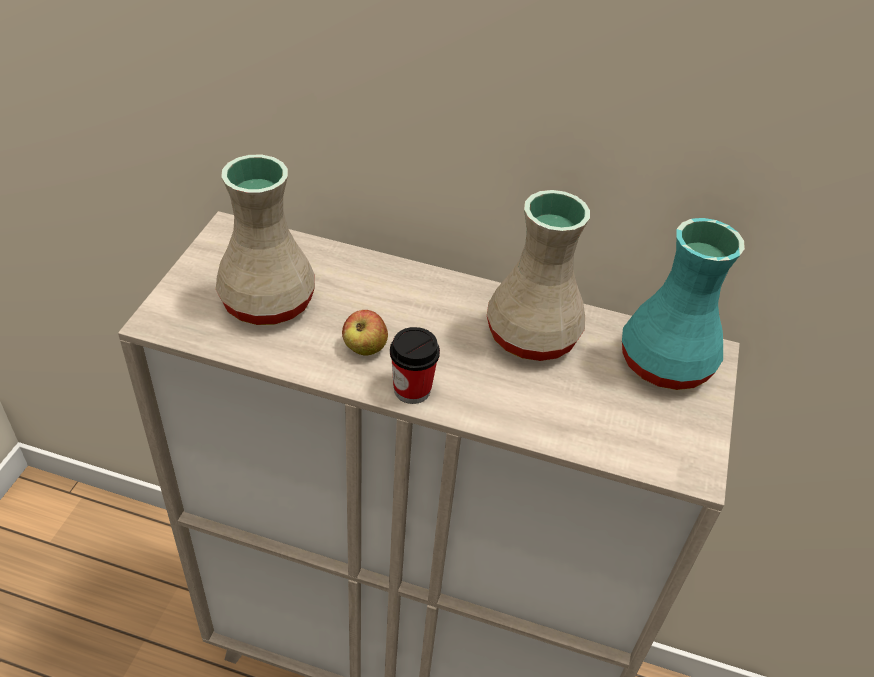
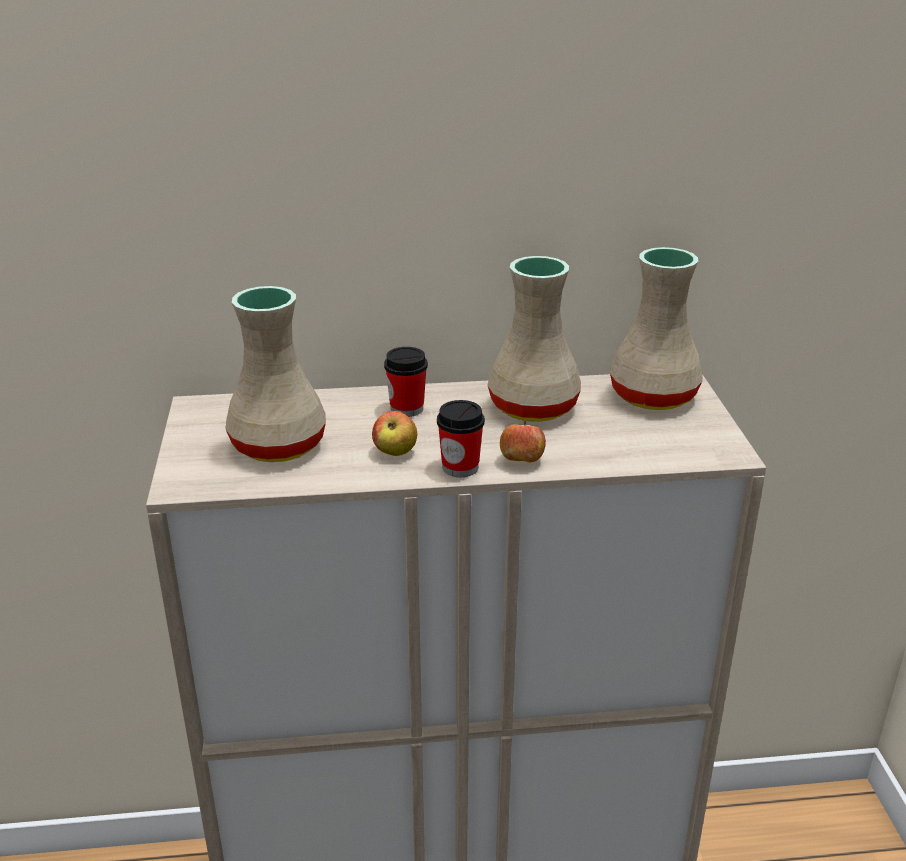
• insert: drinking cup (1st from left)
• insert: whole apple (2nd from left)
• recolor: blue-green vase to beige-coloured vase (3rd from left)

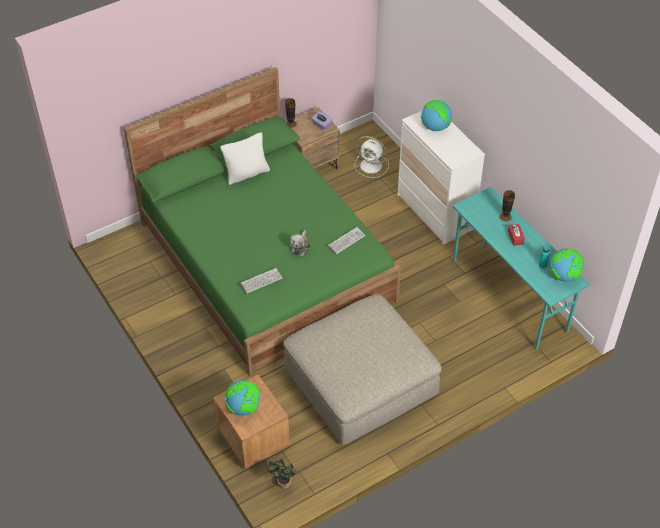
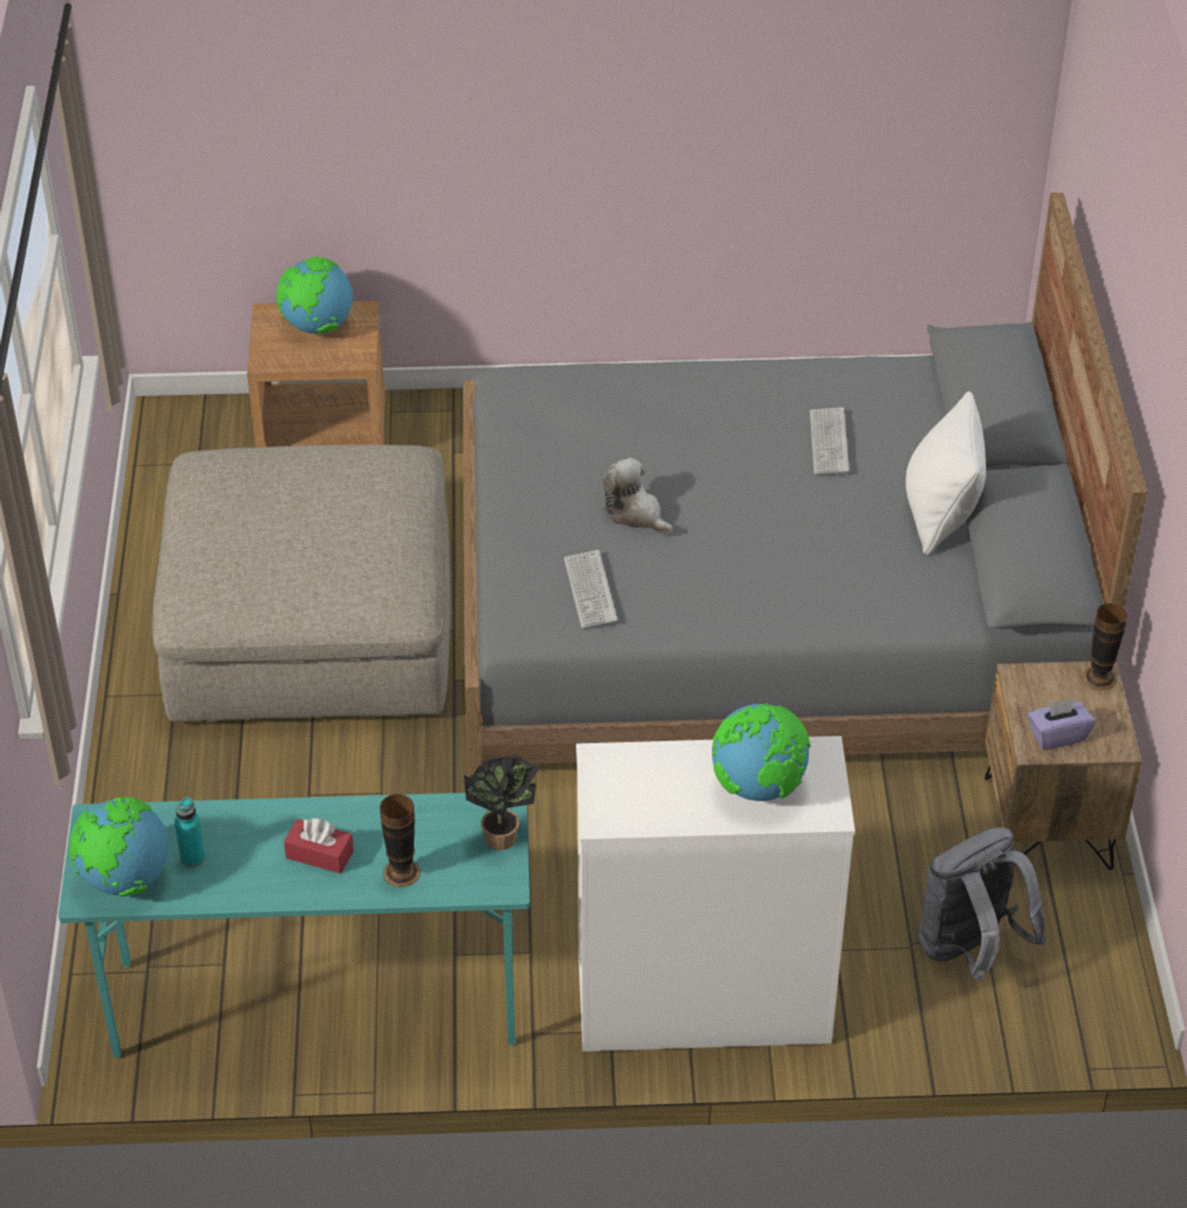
• move: keyboard (1st from left in the first image) to keyboard (2nd from left)
• move: potted plant
• replace: white cooling fan to greyish knapsack
• recolor: greenish sleeping bed to greyish sleeping bed

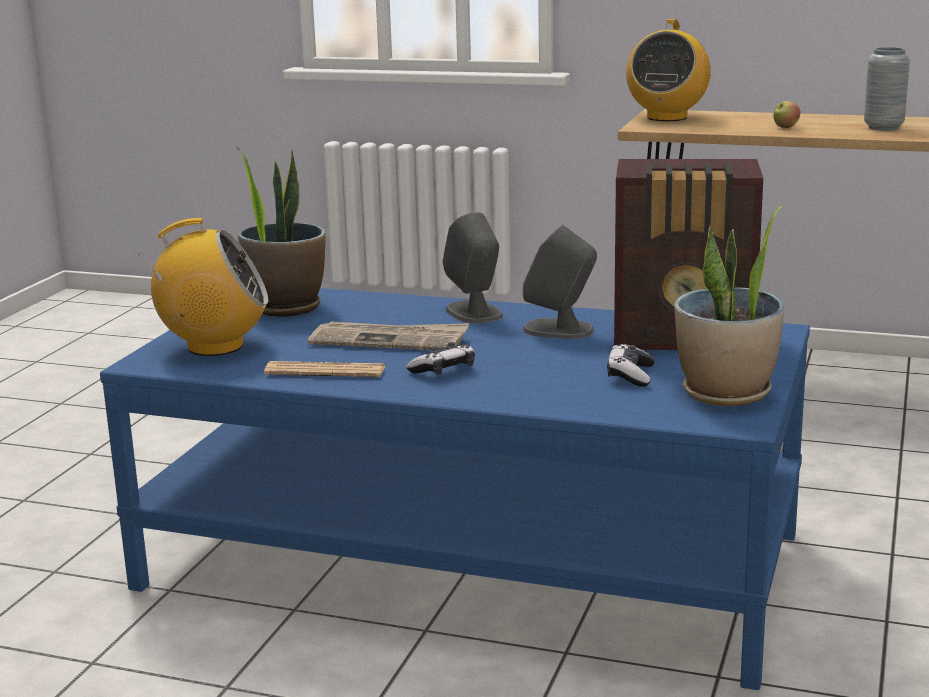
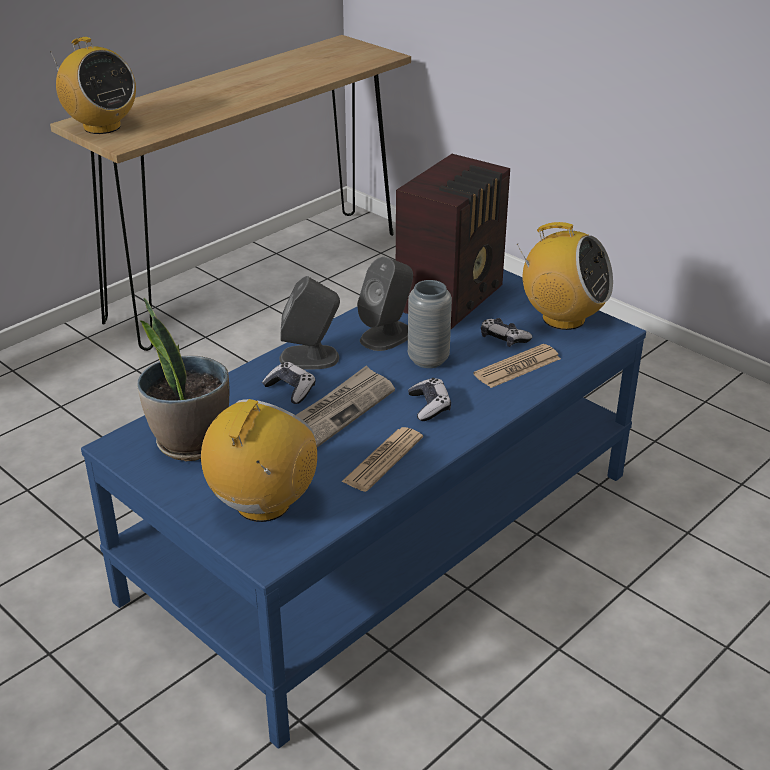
• delete: whole apple
• insert: joypad (1st from left)
• insert: printed paper (3rd from left)
• move: greyish vase
• replace: potted plant (2nd from left) to radio (4th from left)

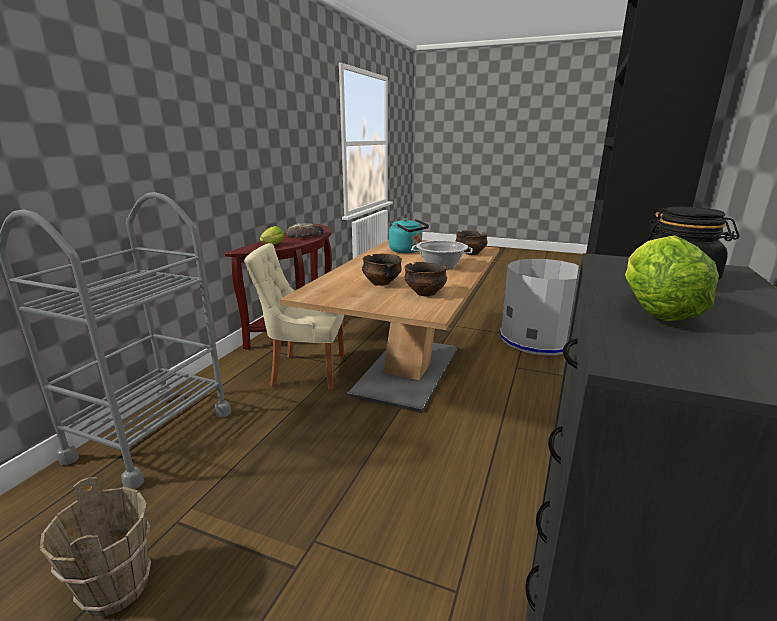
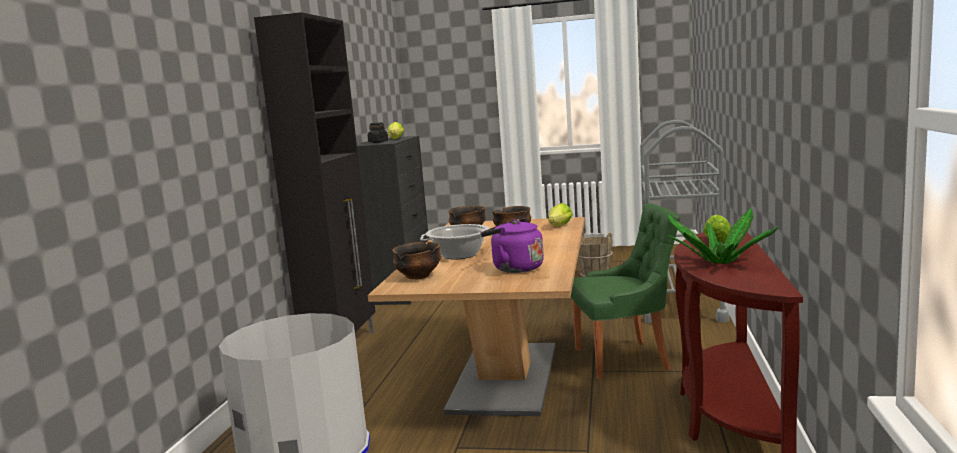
• insert: lettuce (2nd from left)
• replace: bakery bread to potted plant
• recolor: beige-coloured chair to greenish chair
• recolor: blue-green kettle to purple-coloured kettle

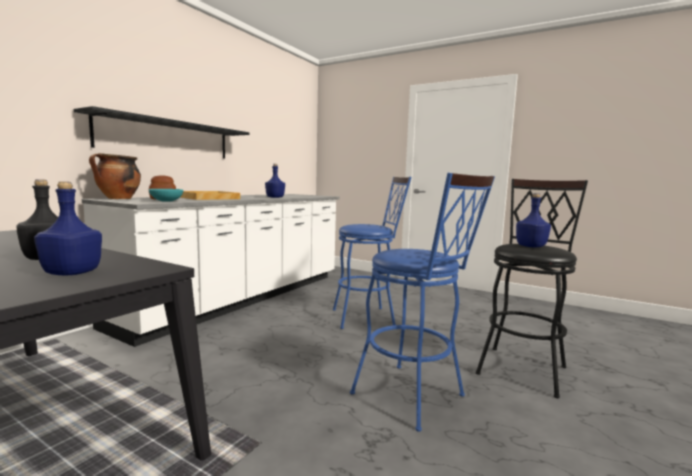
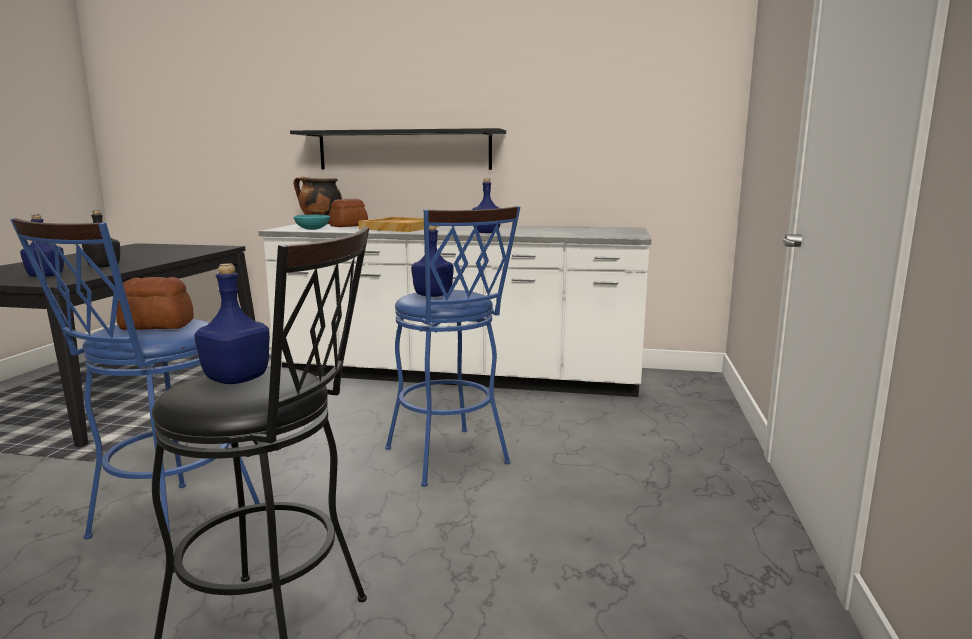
• insert: bakery bread (1st from left)
• insert: blue drink bottle (3rd from left)

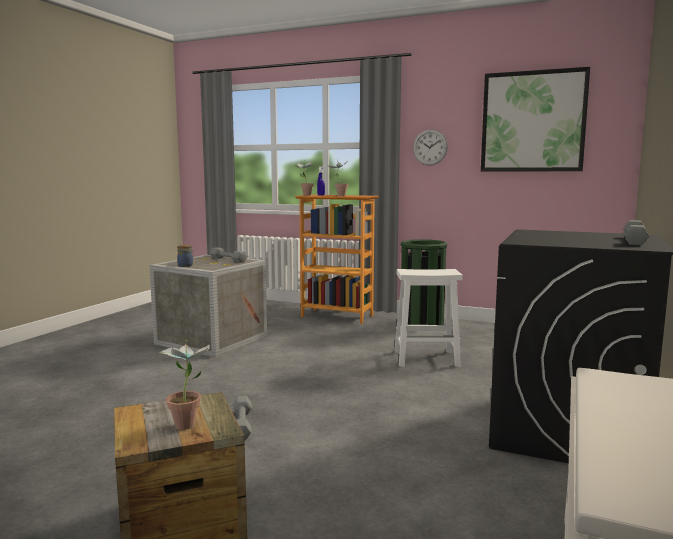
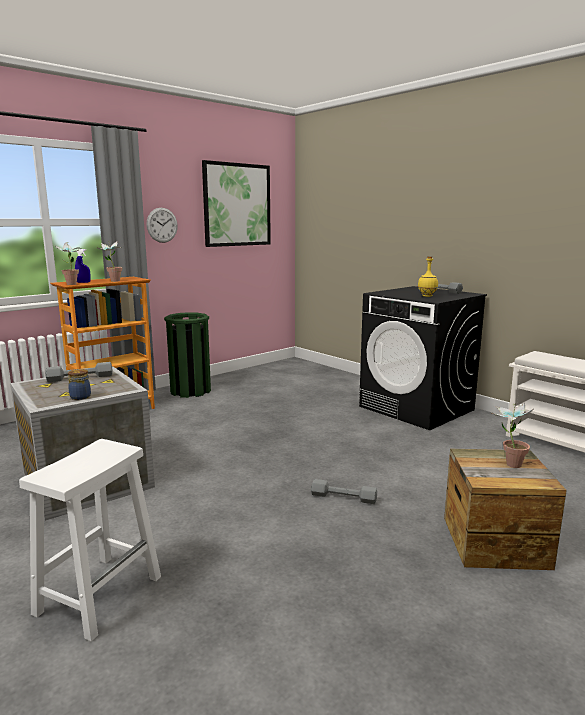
• insert: yellow drink bottle
• move: white sitting stool

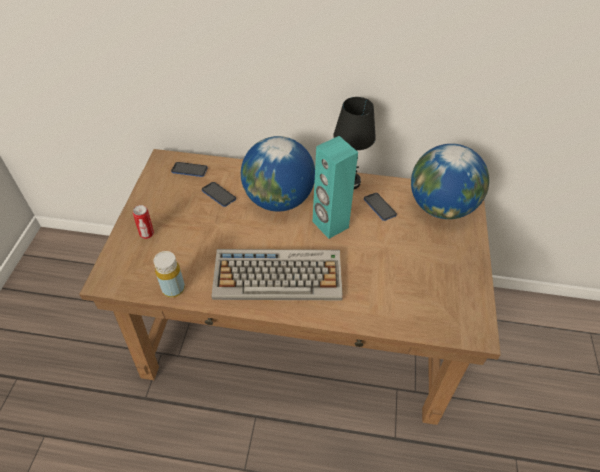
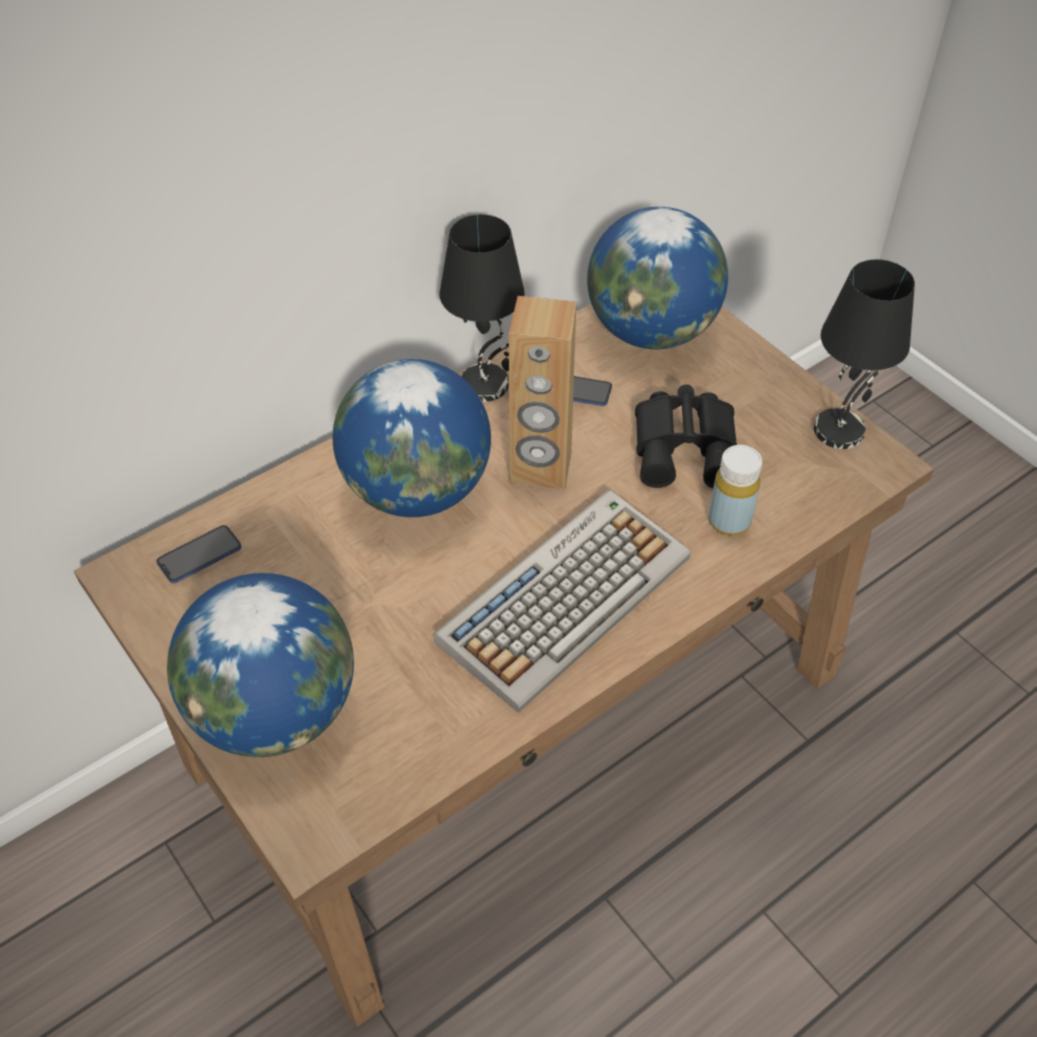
• delete: phone (2nd from left)
• insert: black-coloured binoculars
• insert: black-coloured table lamp (2nd from left)
• move: yellow drink bottle
• replace: metal can to desk globe (1st from left)
• recolor: blue-green speaker to brown speaker

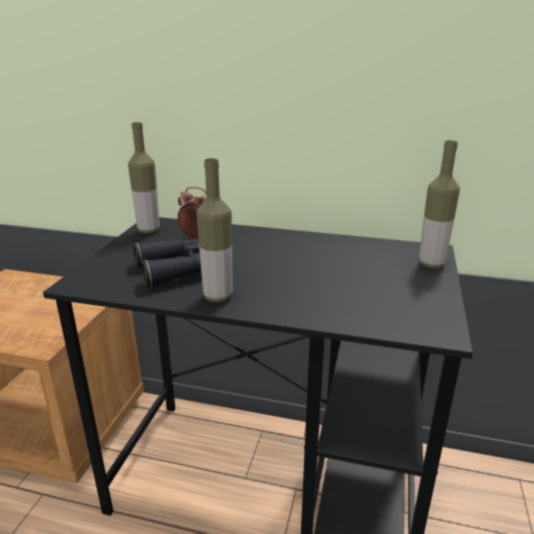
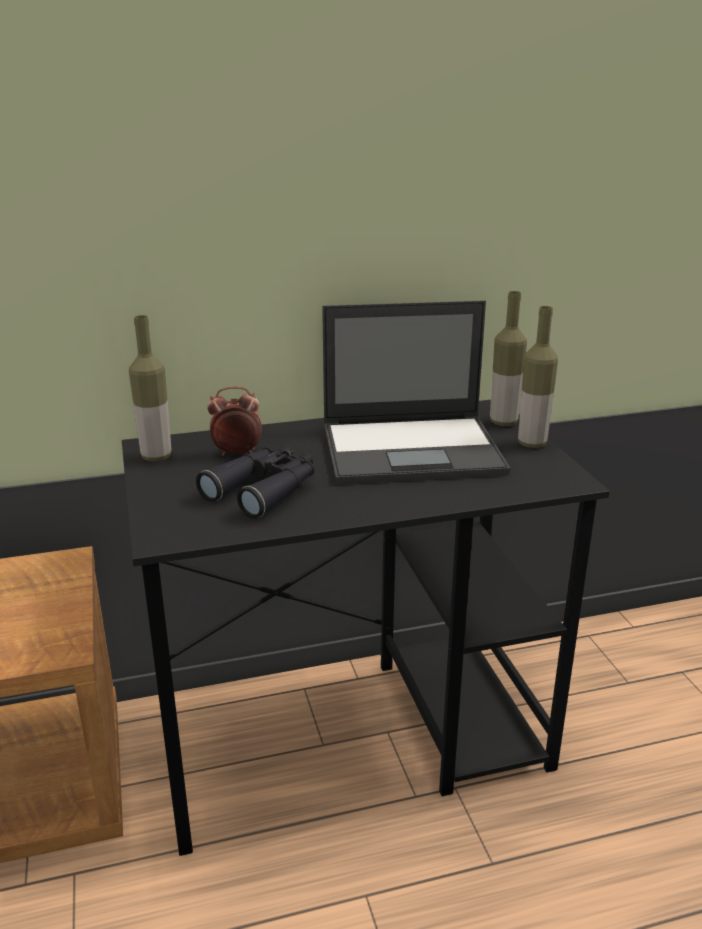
• insert: portable computer
• move: drink bottle (2nd from left in the first image) to drink bottle (3rd from left)

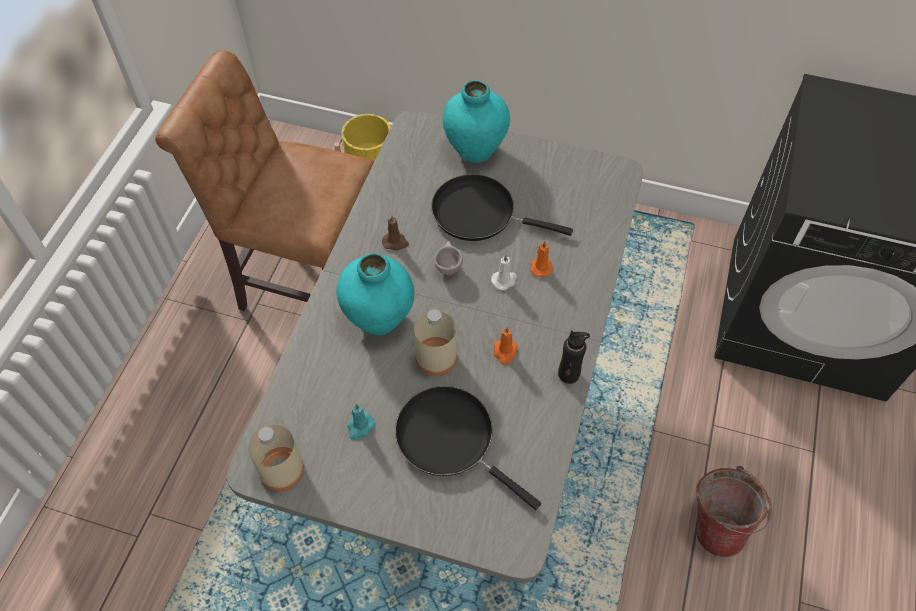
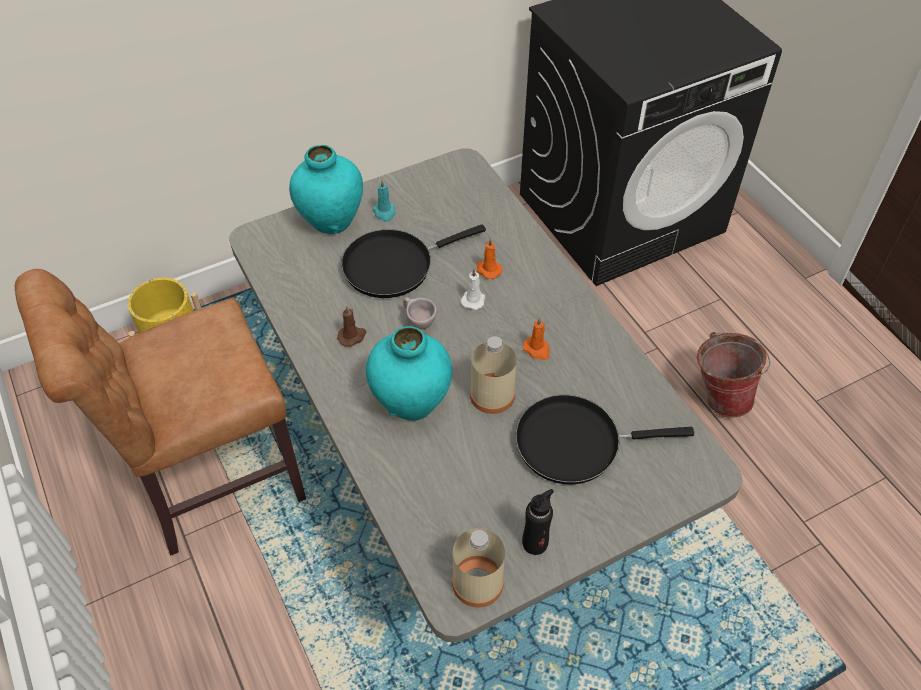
• move: blue-green wax light
• move: black-coloured drink bottle

